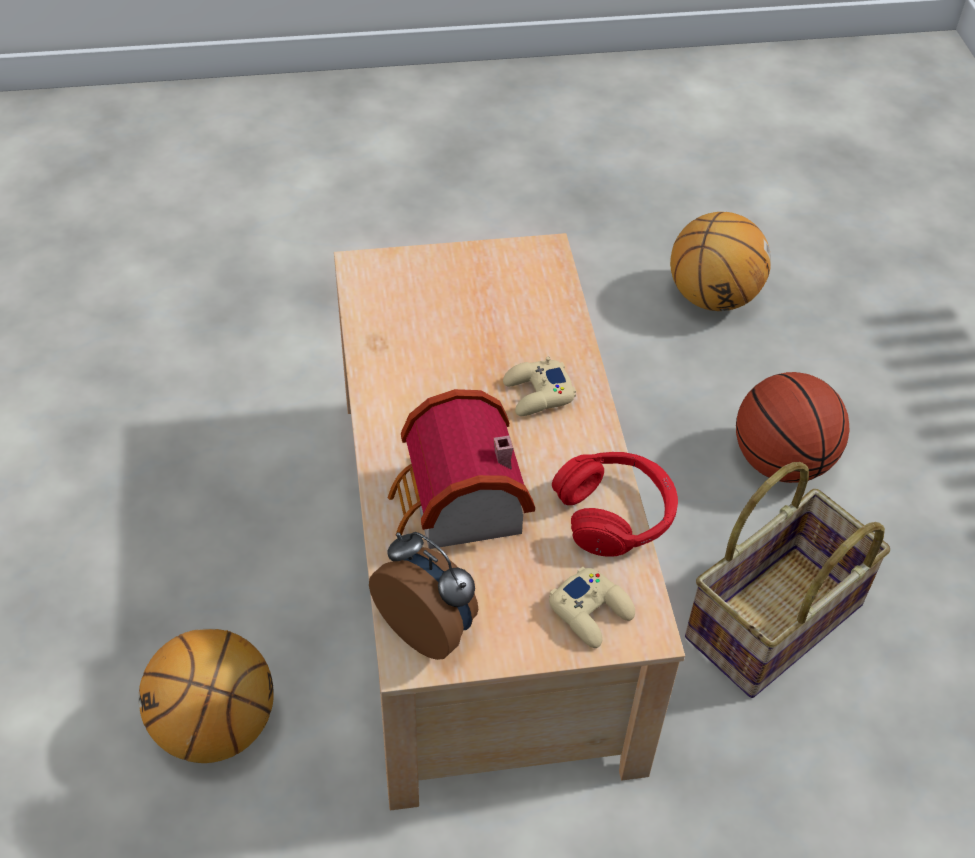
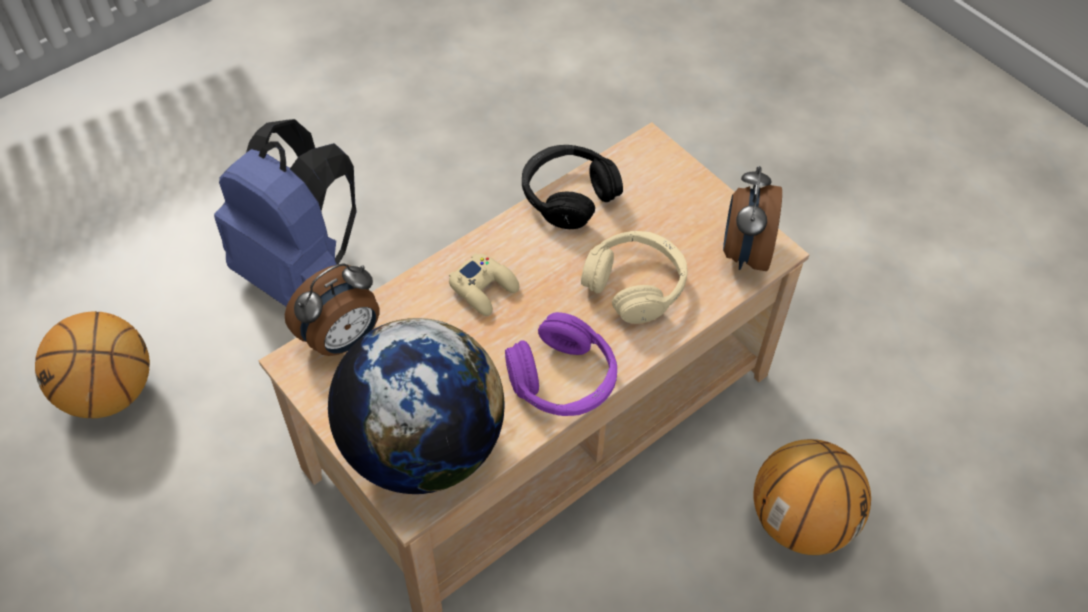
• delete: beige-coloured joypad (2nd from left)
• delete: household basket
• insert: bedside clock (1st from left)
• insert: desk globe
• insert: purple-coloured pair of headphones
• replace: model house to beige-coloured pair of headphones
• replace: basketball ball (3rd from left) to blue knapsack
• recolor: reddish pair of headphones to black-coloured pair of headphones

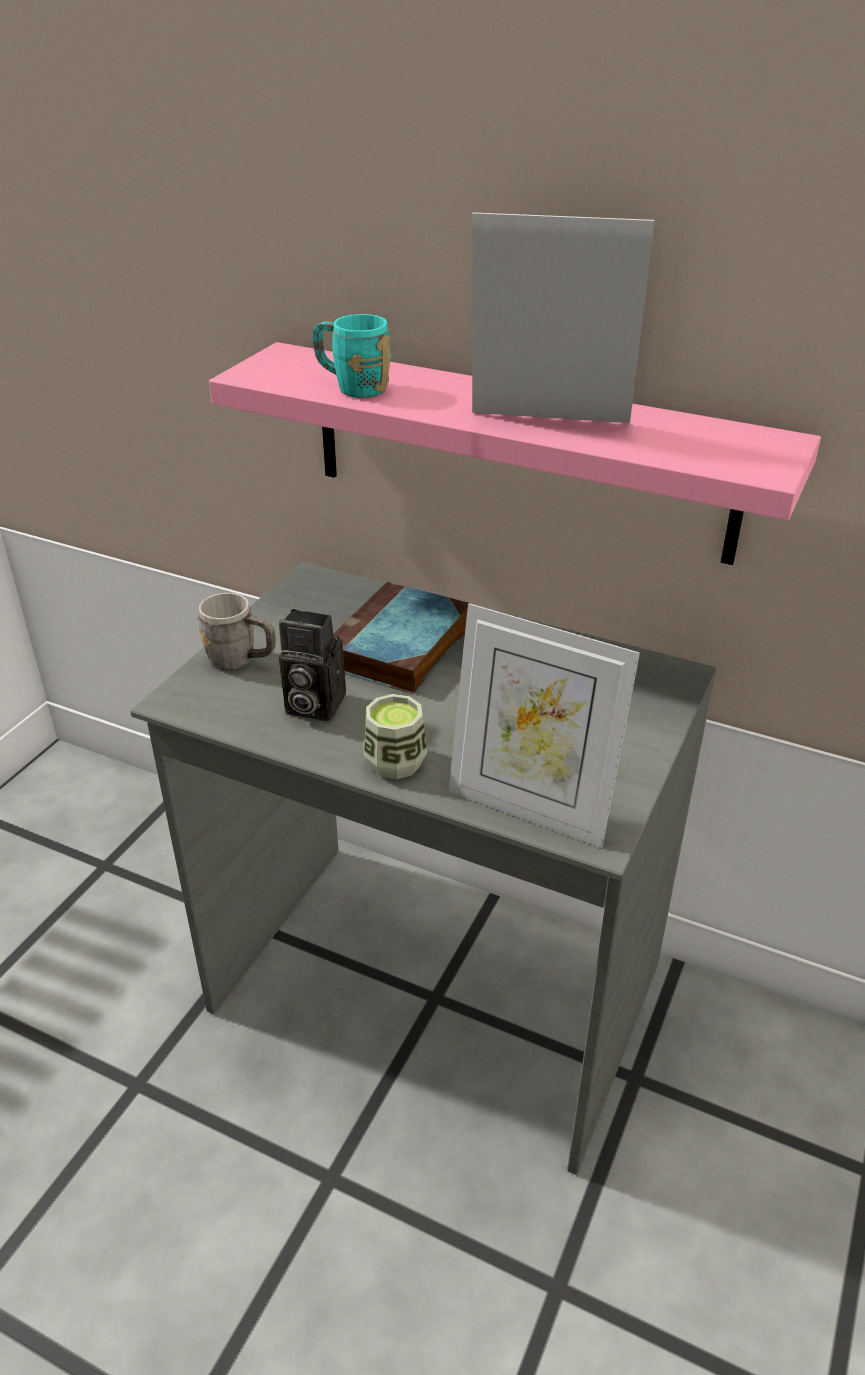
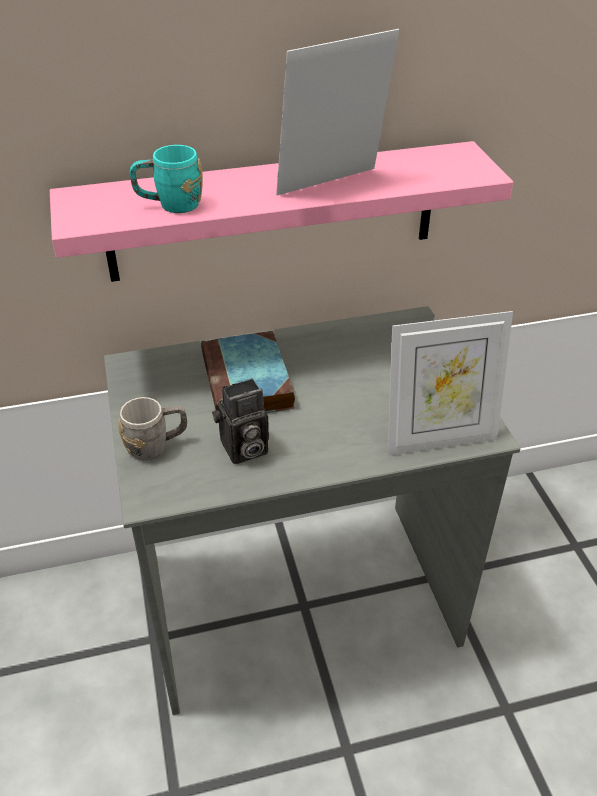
• delete: drinking cup

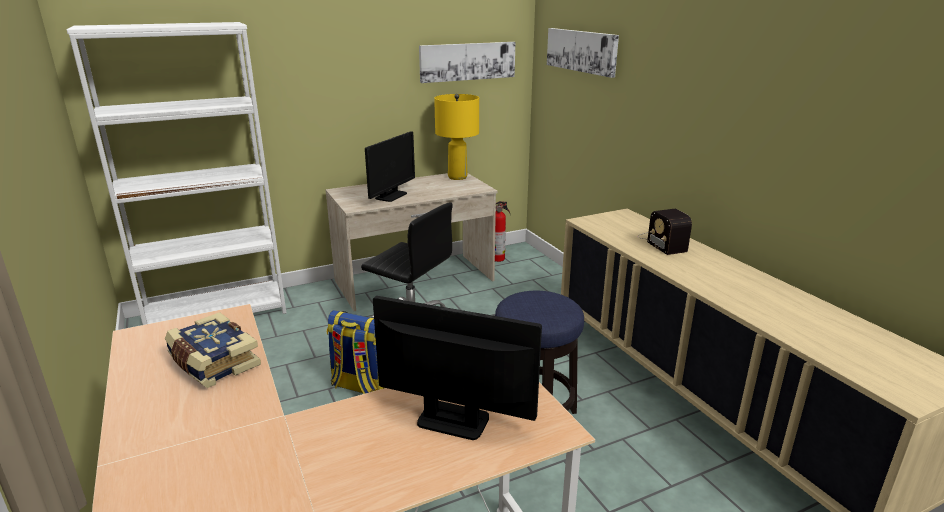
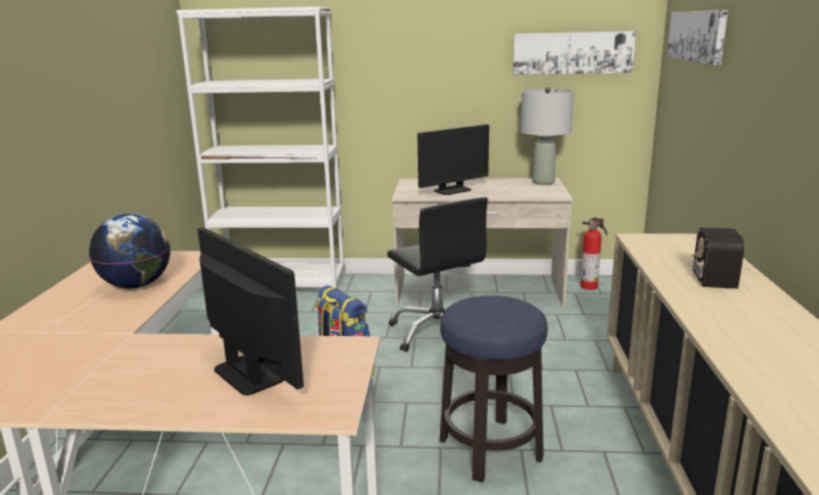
• replace: book to desk globe
• recolor: yellow table lamp to greyish table lamp

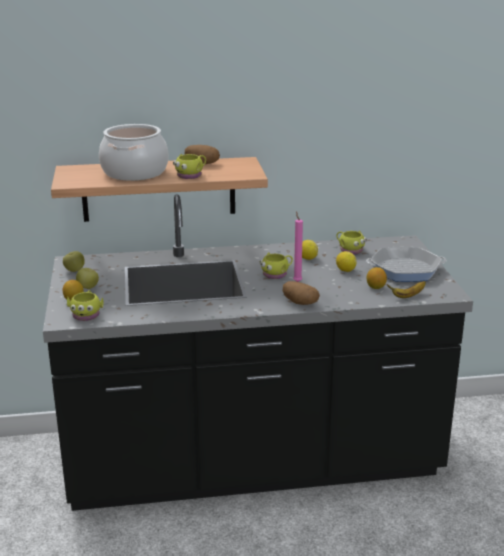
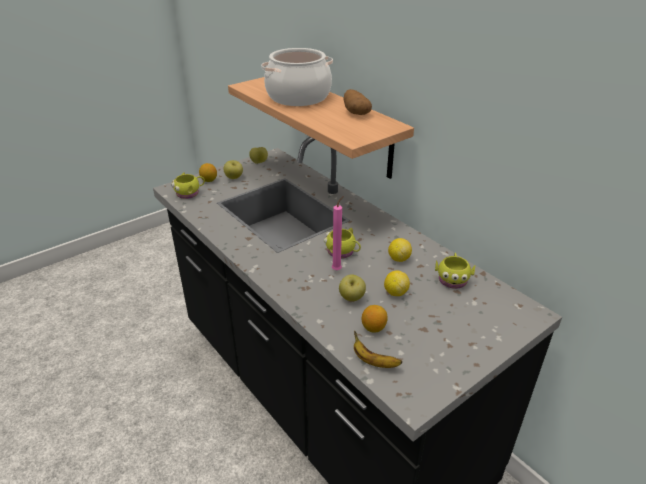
• delete: yellow mug (2nd from left)
• delete: whole potato (2nd from left)
• delete: skillet
• insert: whole apple (3rd from left)

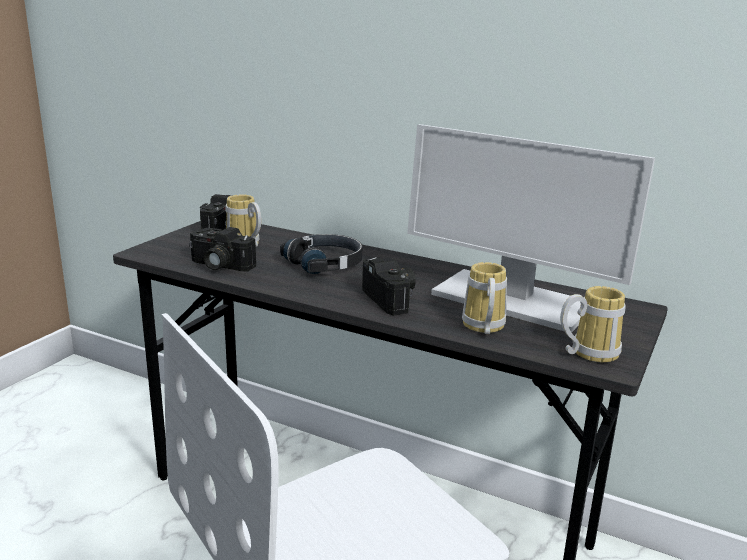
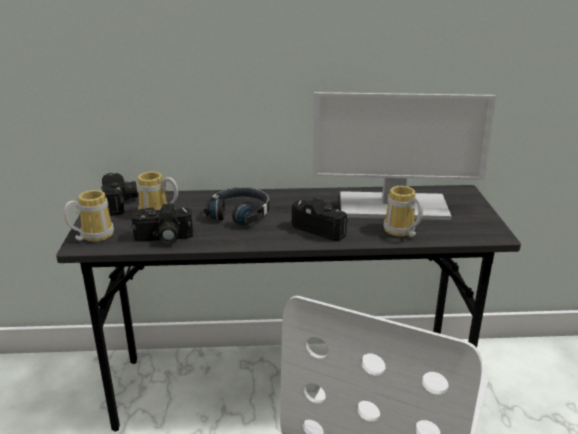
• move: mug (3rd from left in the first image) to mug (1st from left)

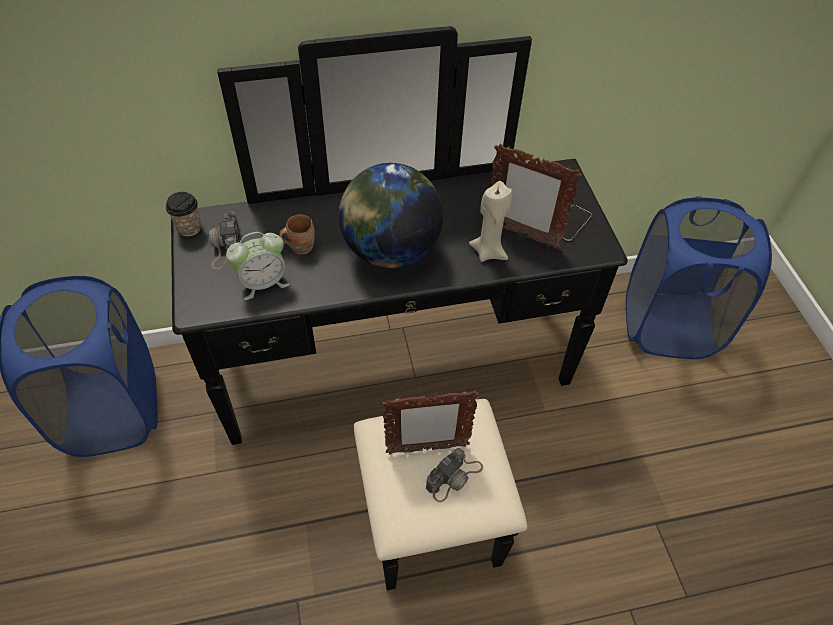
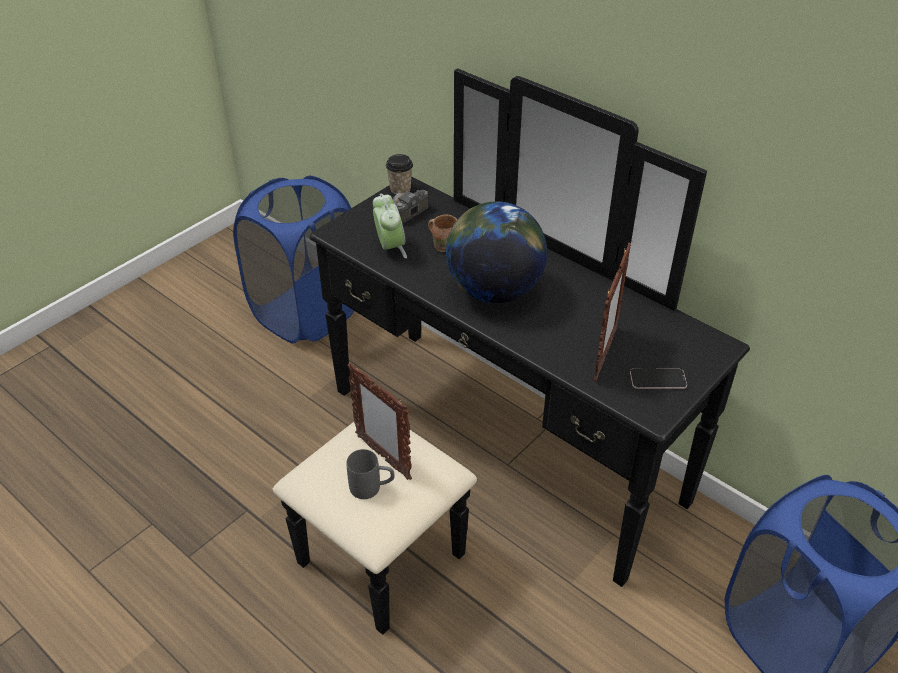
• delete: beige-coloured wax light
• replace: still camera (2nd from left) to greyish mug
• rotate: bedside clock 135 degrees counterclockwise
• rotate: picture frame (2nd from left) 150 degrees counterclockwise

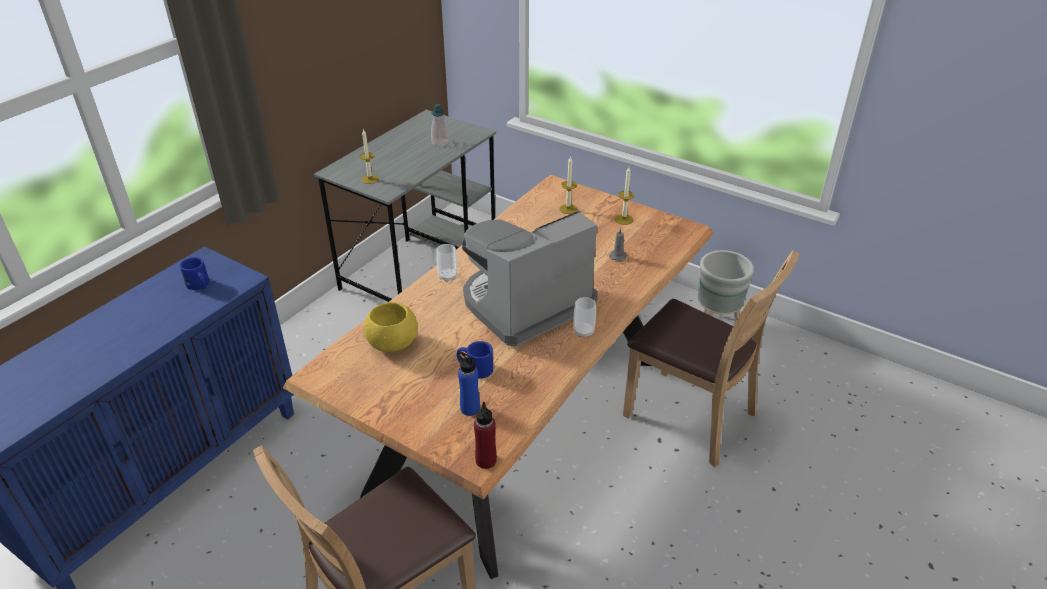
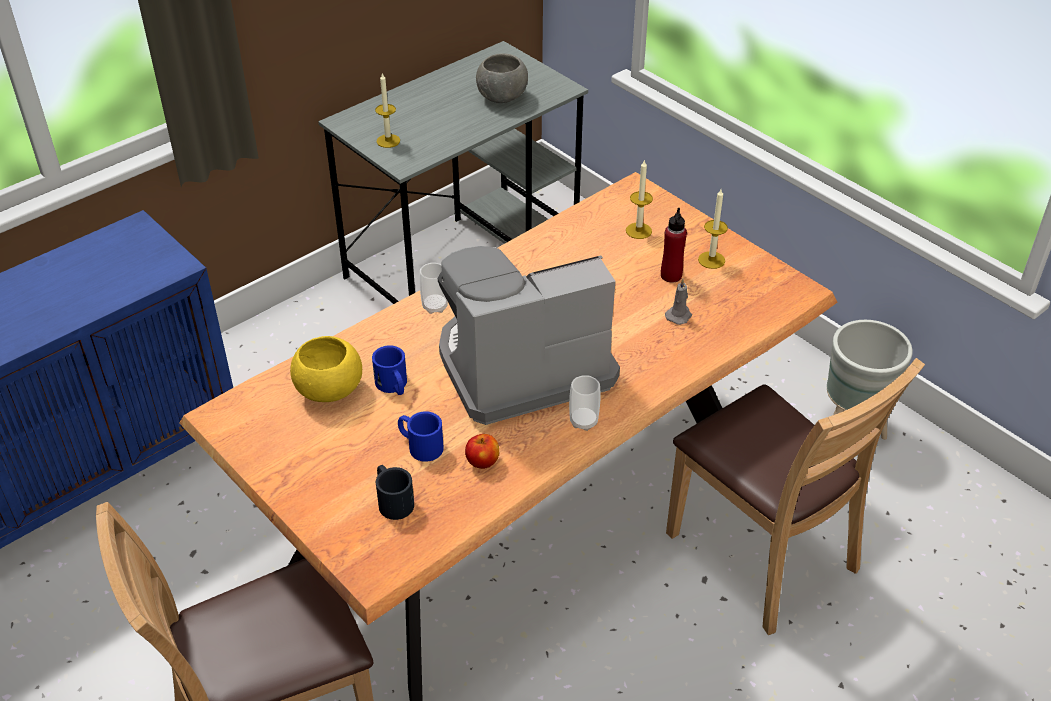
• insert: whole apple
• move: blue mug (1st from left)
• move: reddish drink bottle
• replace: soap dispenser to greyish serving bowl
• replace: blue drink bottle to black-coloured mug

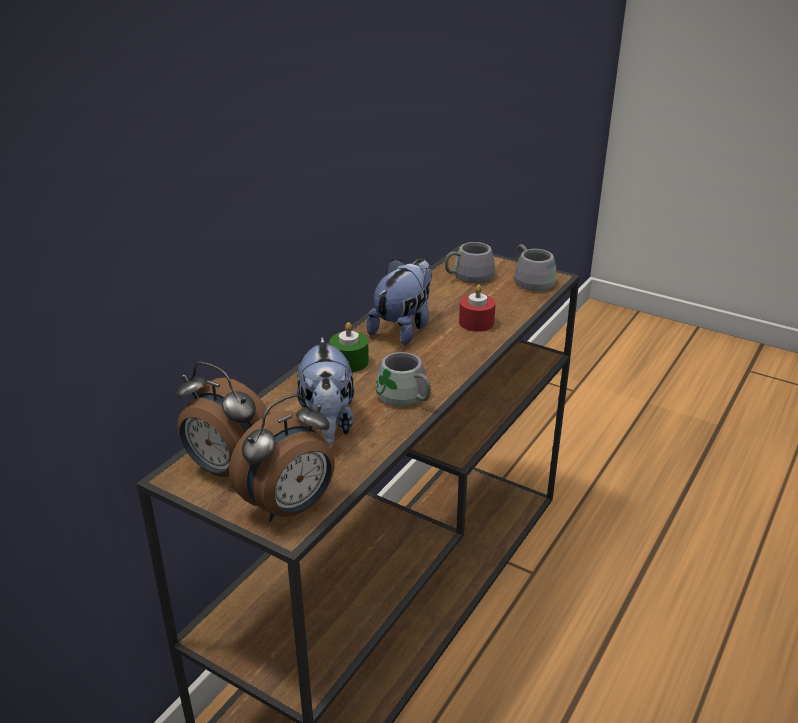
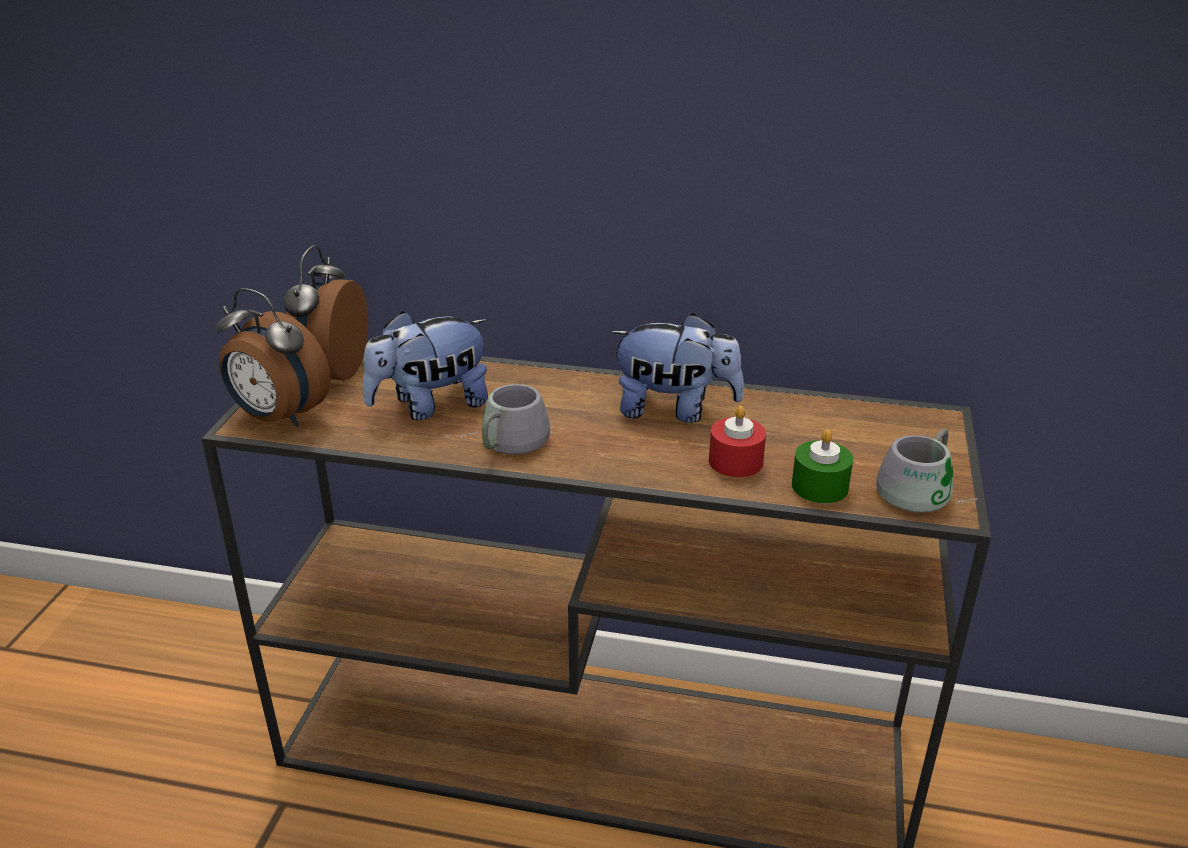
• delete: greyish mug (2nd from left)
• move: greenish wax light

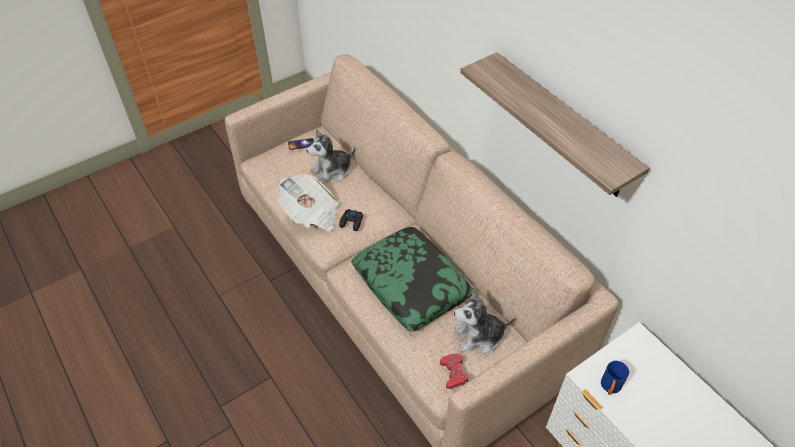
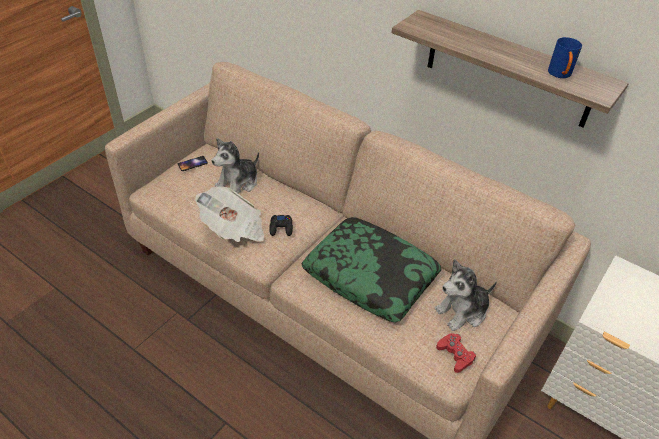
• move: blue mug

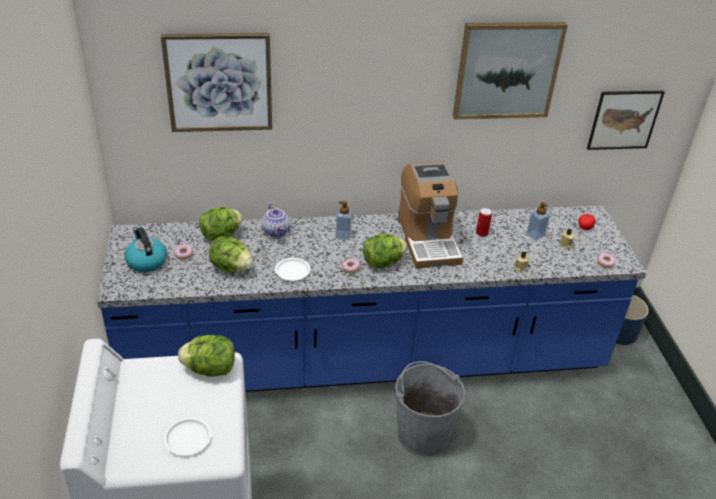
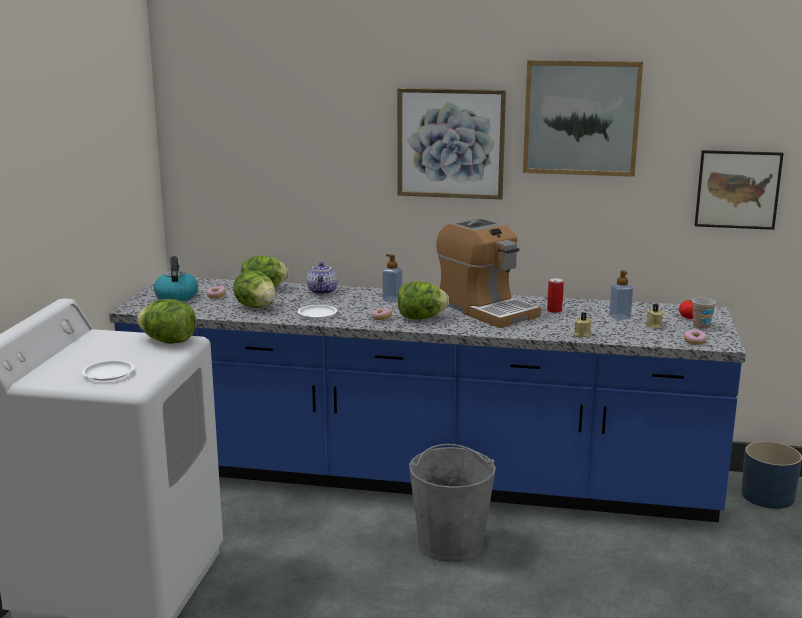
• insert: drinking cup
• move: wall art (1st from left)
• rotate: coffee maker 45 degrees counterclockwise

